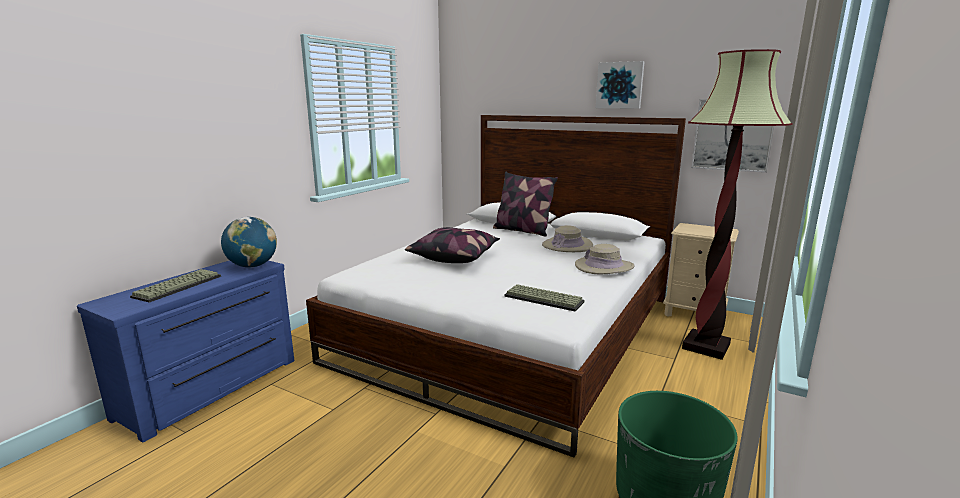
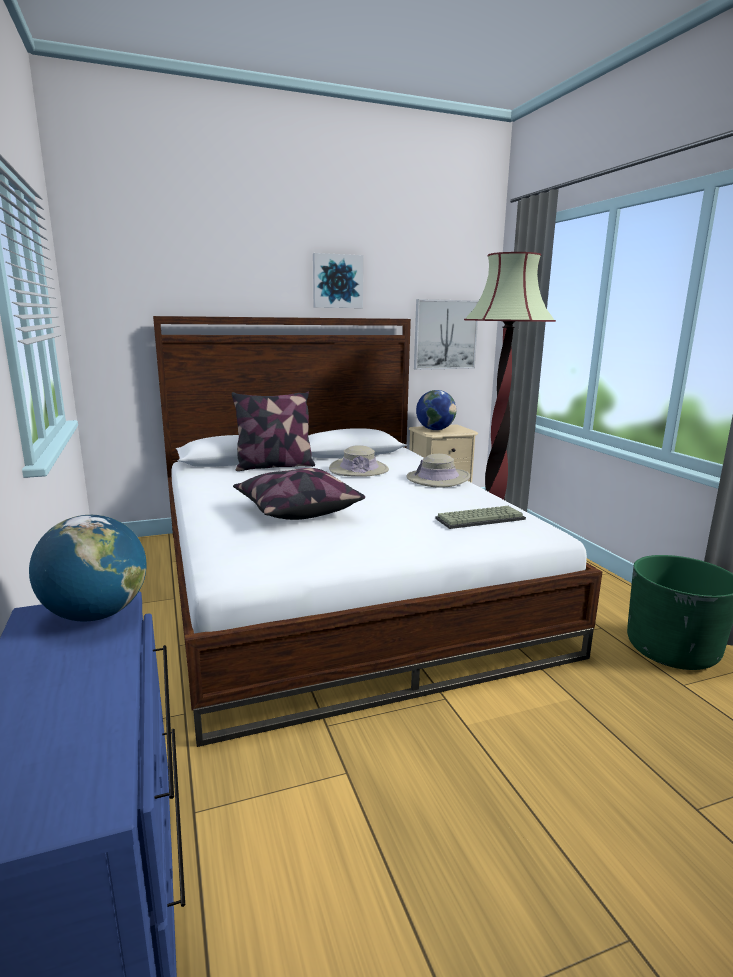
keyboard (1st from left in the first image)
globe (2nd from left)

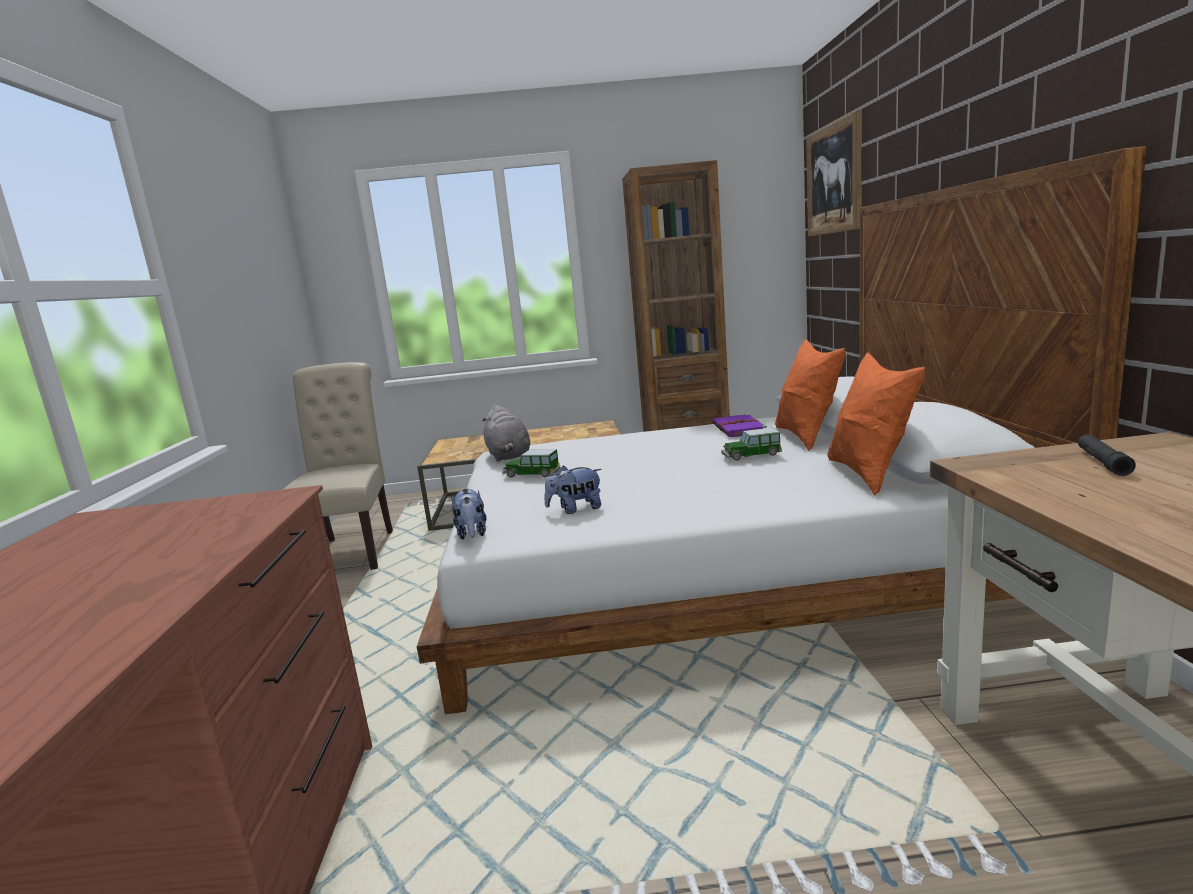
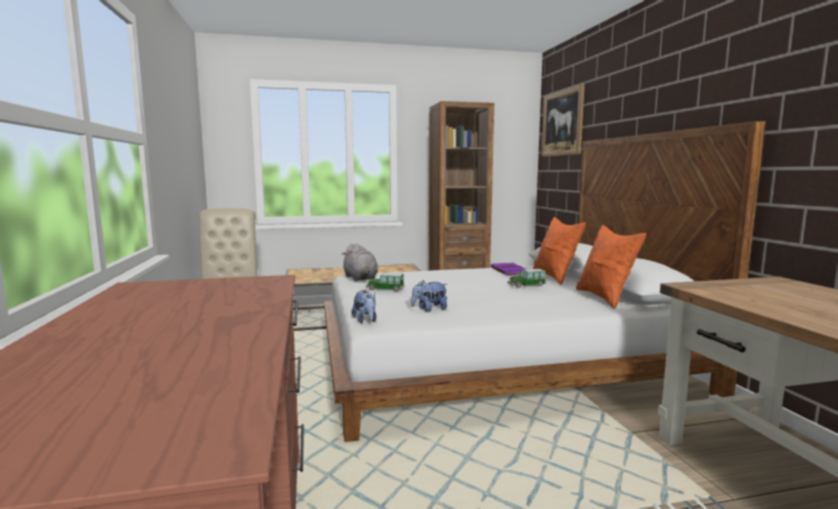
black_flashlight

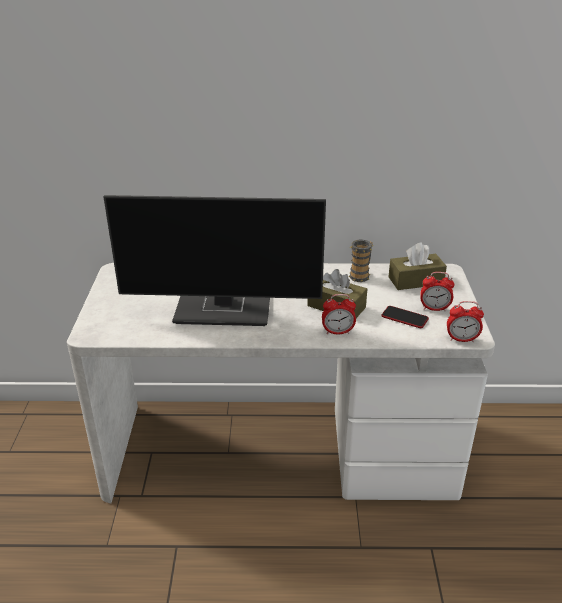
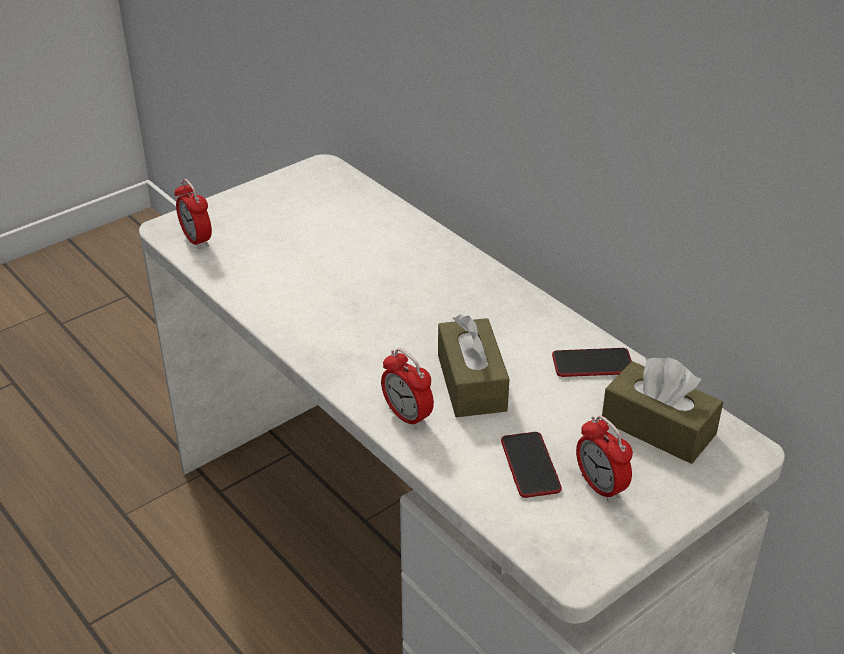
monitor
phone (2nd from left)
alarm_clock (1st from left)

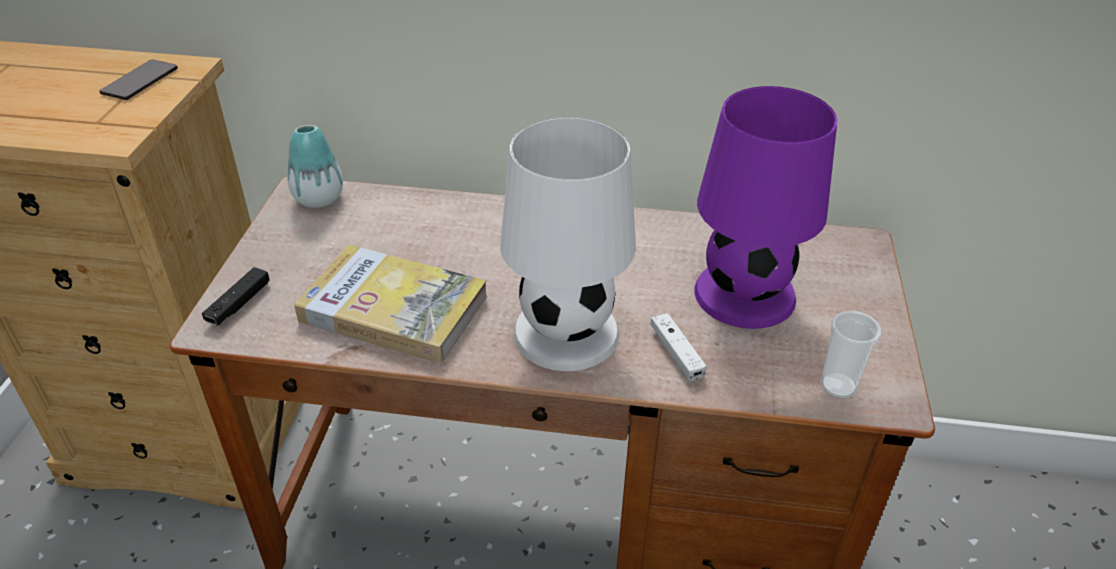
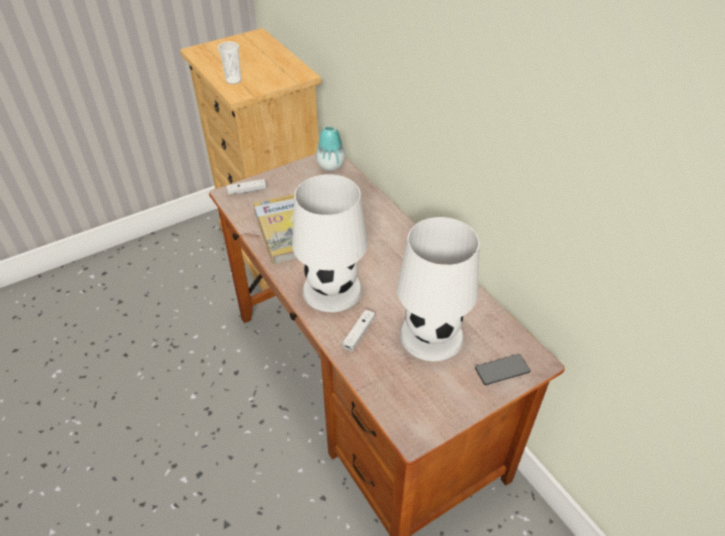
phone
white_table_lamp (2nd from left)
white_game_controller (1st from left)
cup

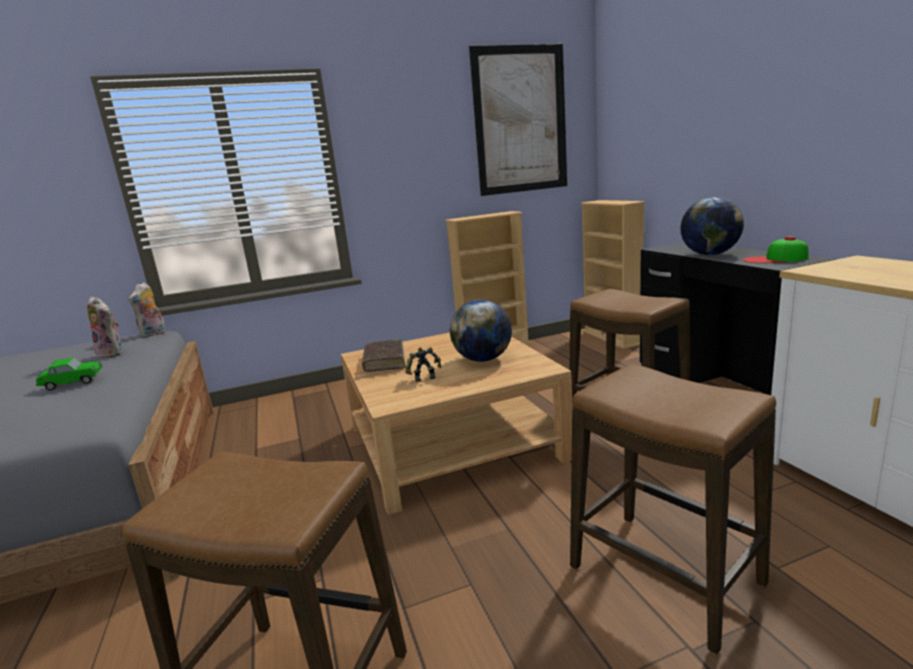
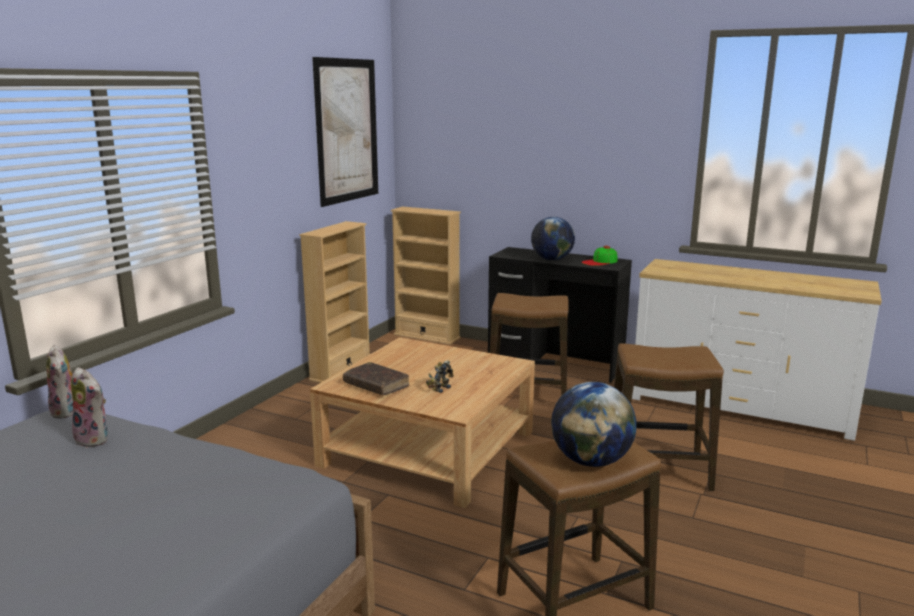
plush_toy (2nd from left)
globe (2nd from left)
toy_car

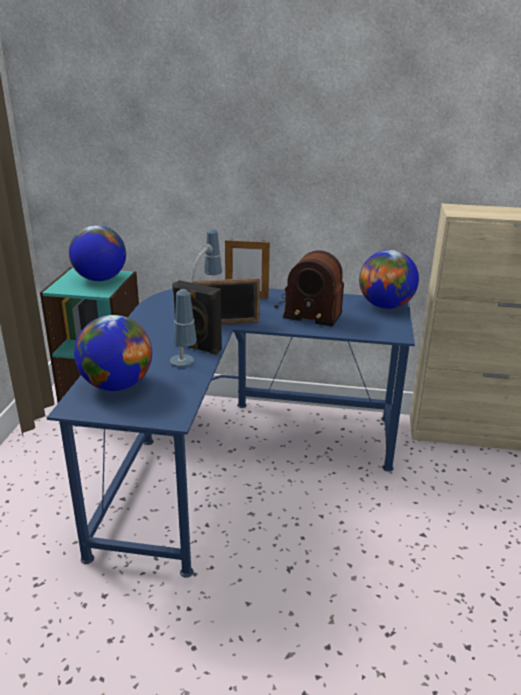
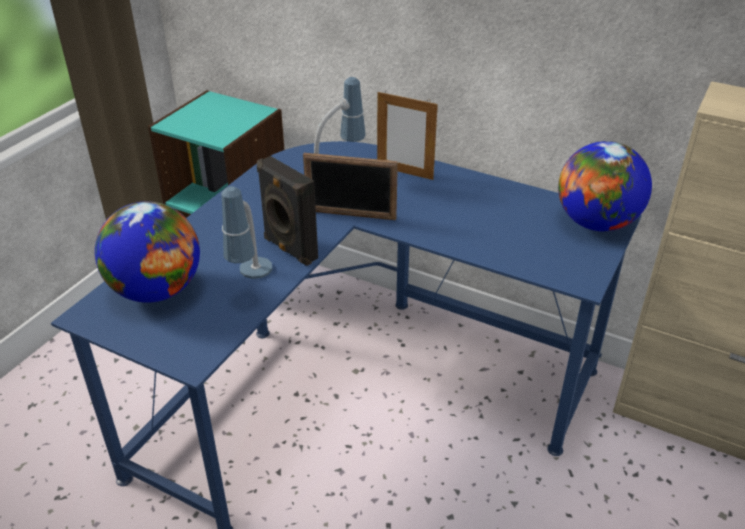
globe (1st from left in the first image)
radio

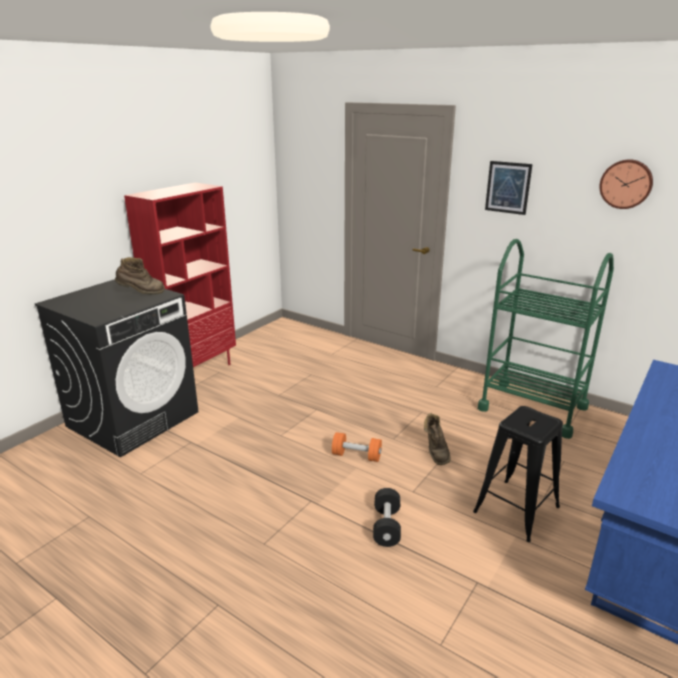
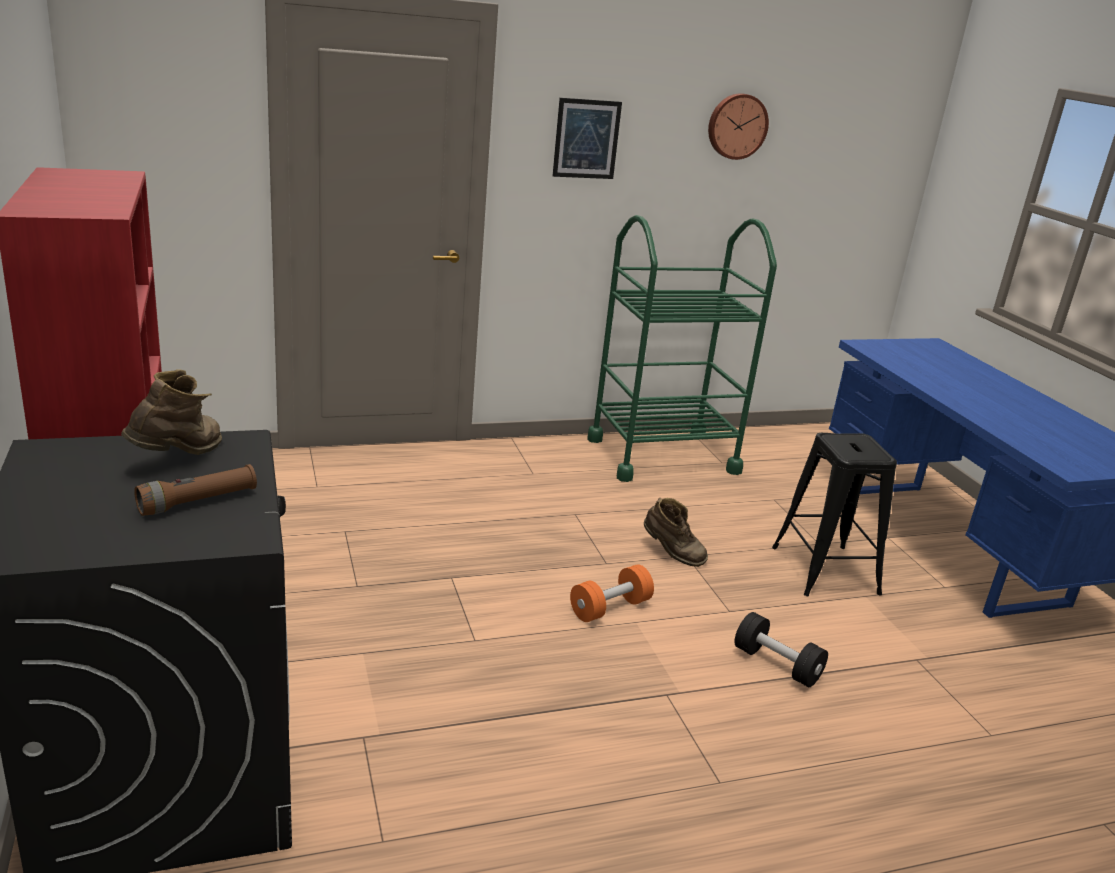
brown_flashlight

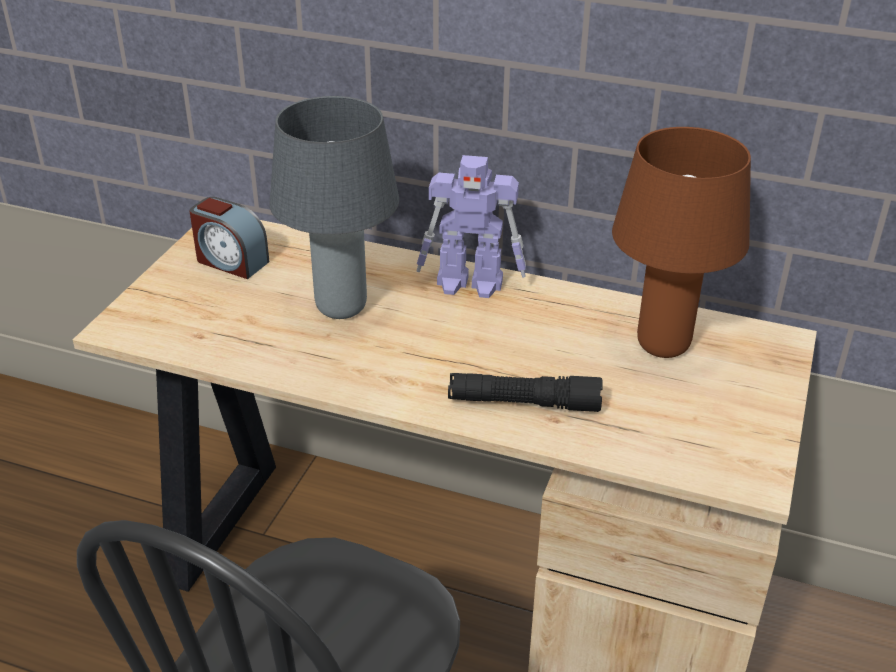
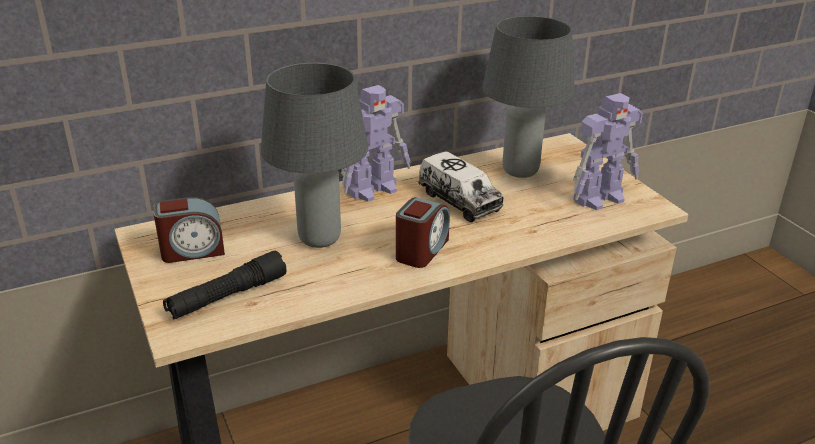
grey_table_lamp (2nd from left)
black_flashlight
toy_robot (2nd from left)
toy_truck
alarm_clock (2nd from left)

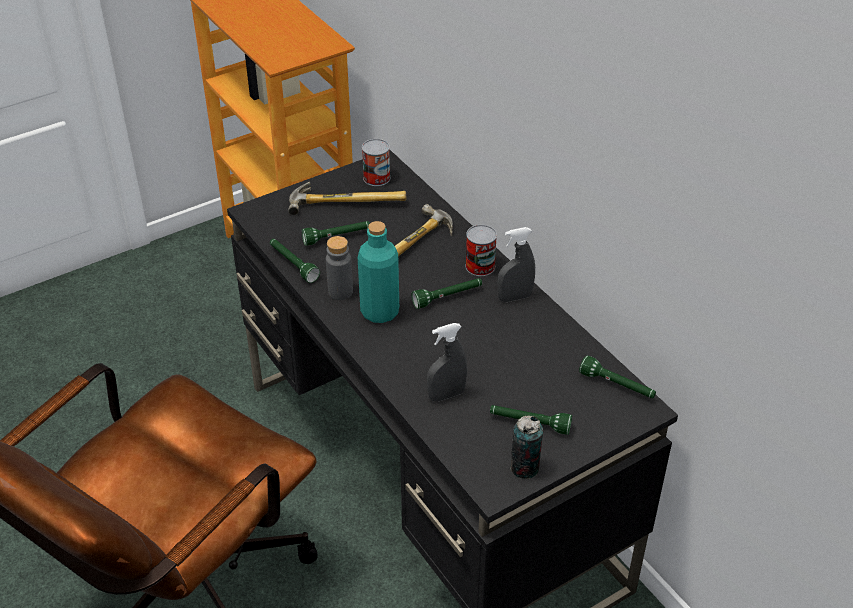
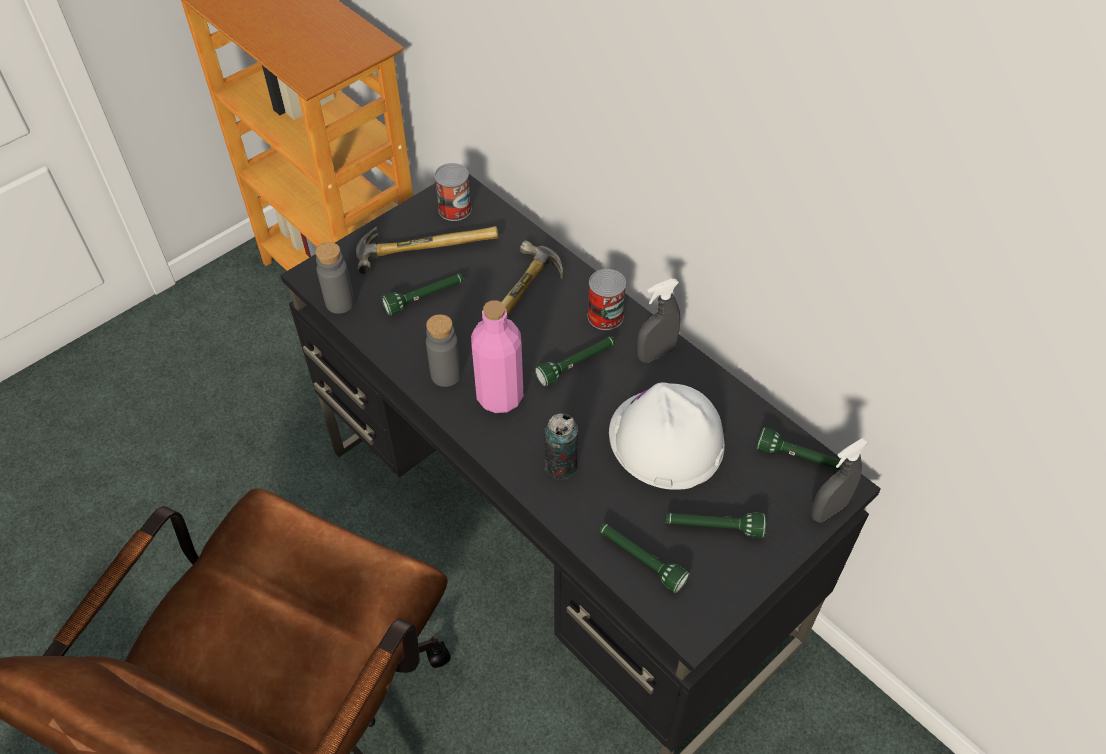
pink_bottle
green_flashlight (3rd from left)
grey_spray_bottle (2nd from left)
can (2nd from left)
grey_bottle (1st from left)
white_hard_hat

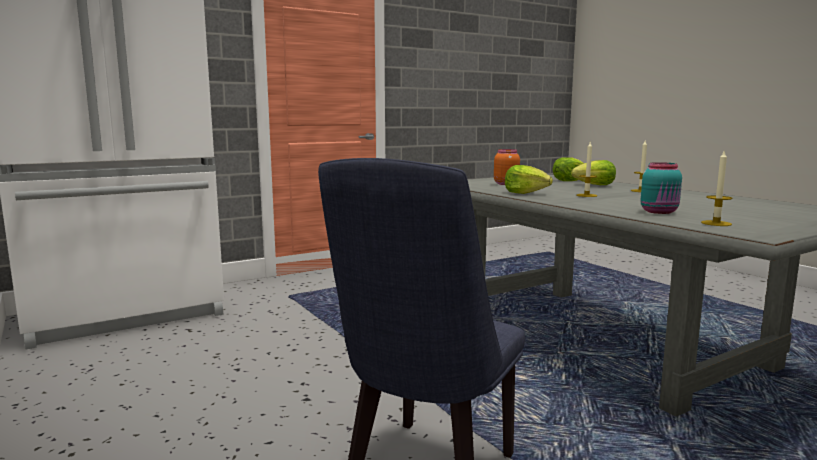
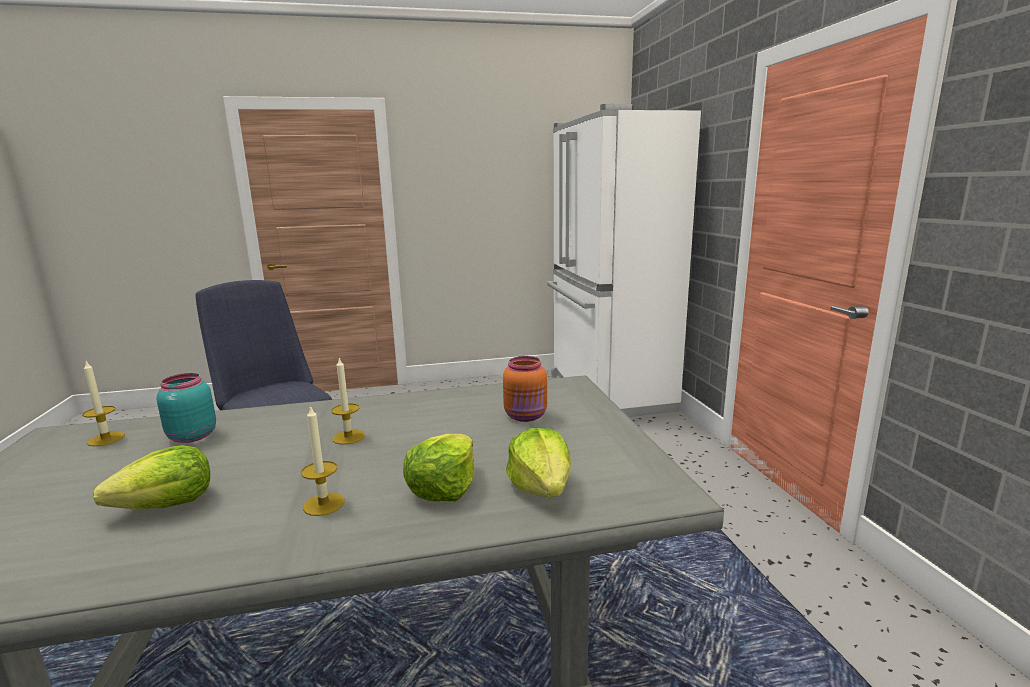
lettuce (1st from left)

